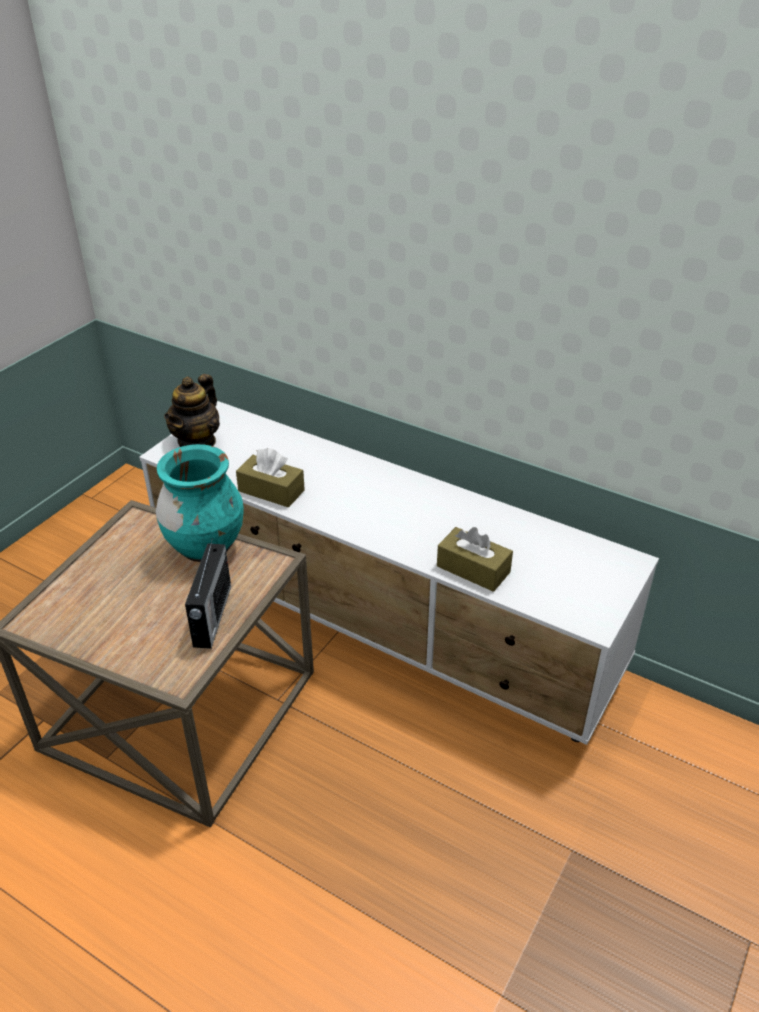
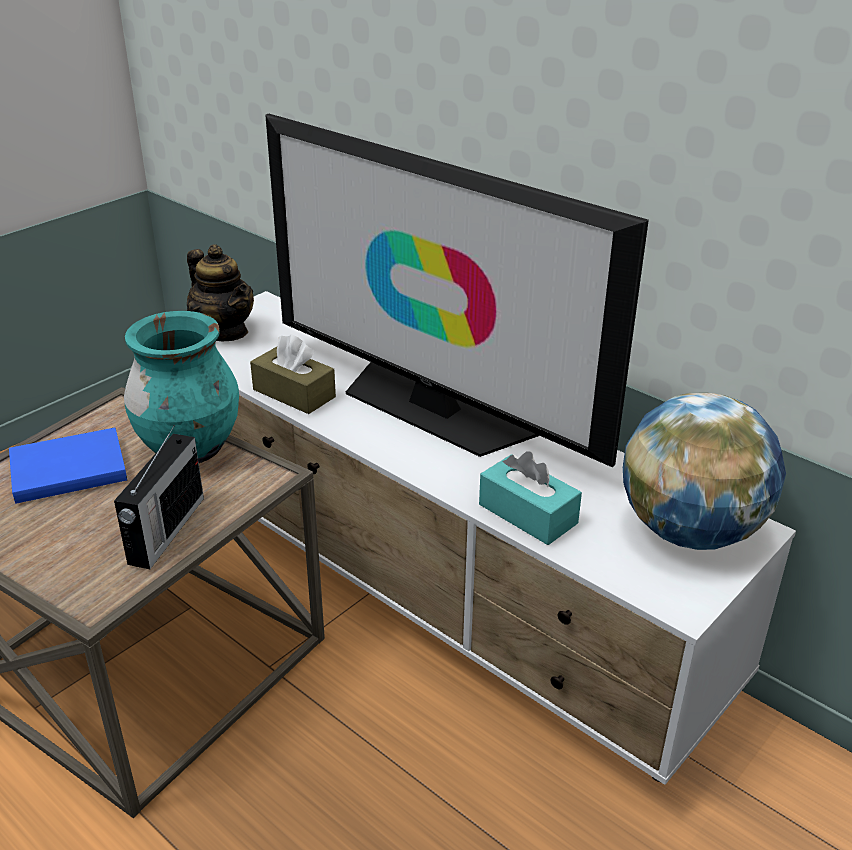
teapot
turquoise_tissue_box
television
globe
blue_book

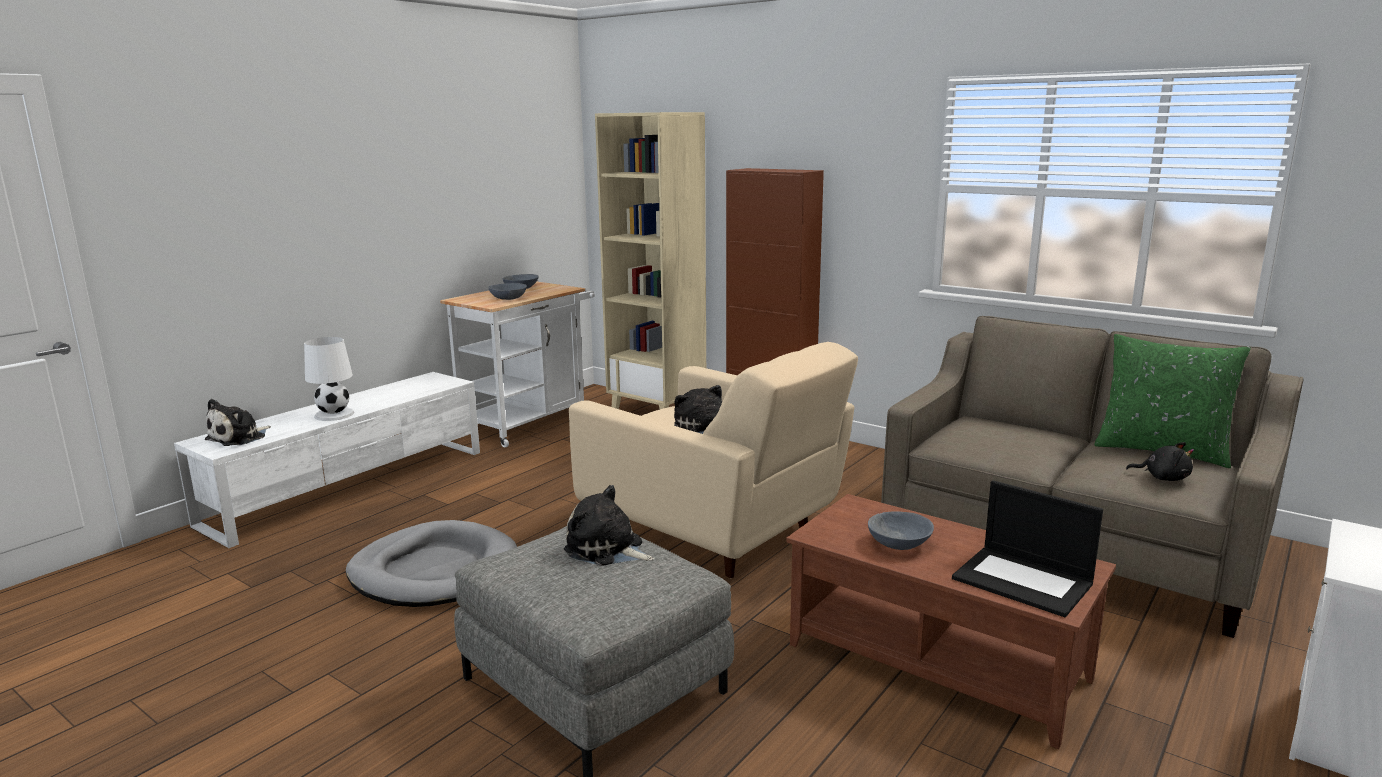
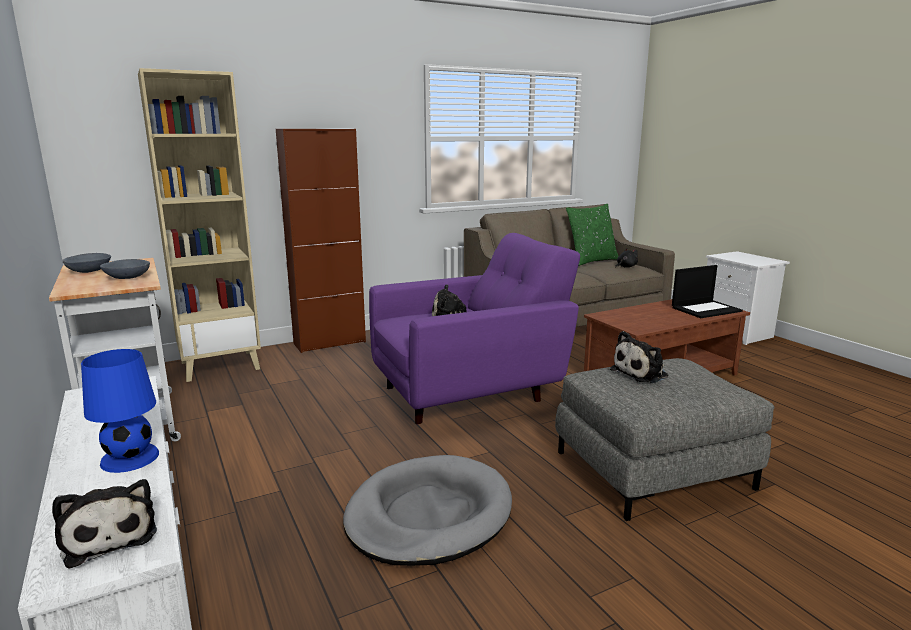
blue_table_lamp
purple_armchair
grey_bowl (3rd from left in the first image)

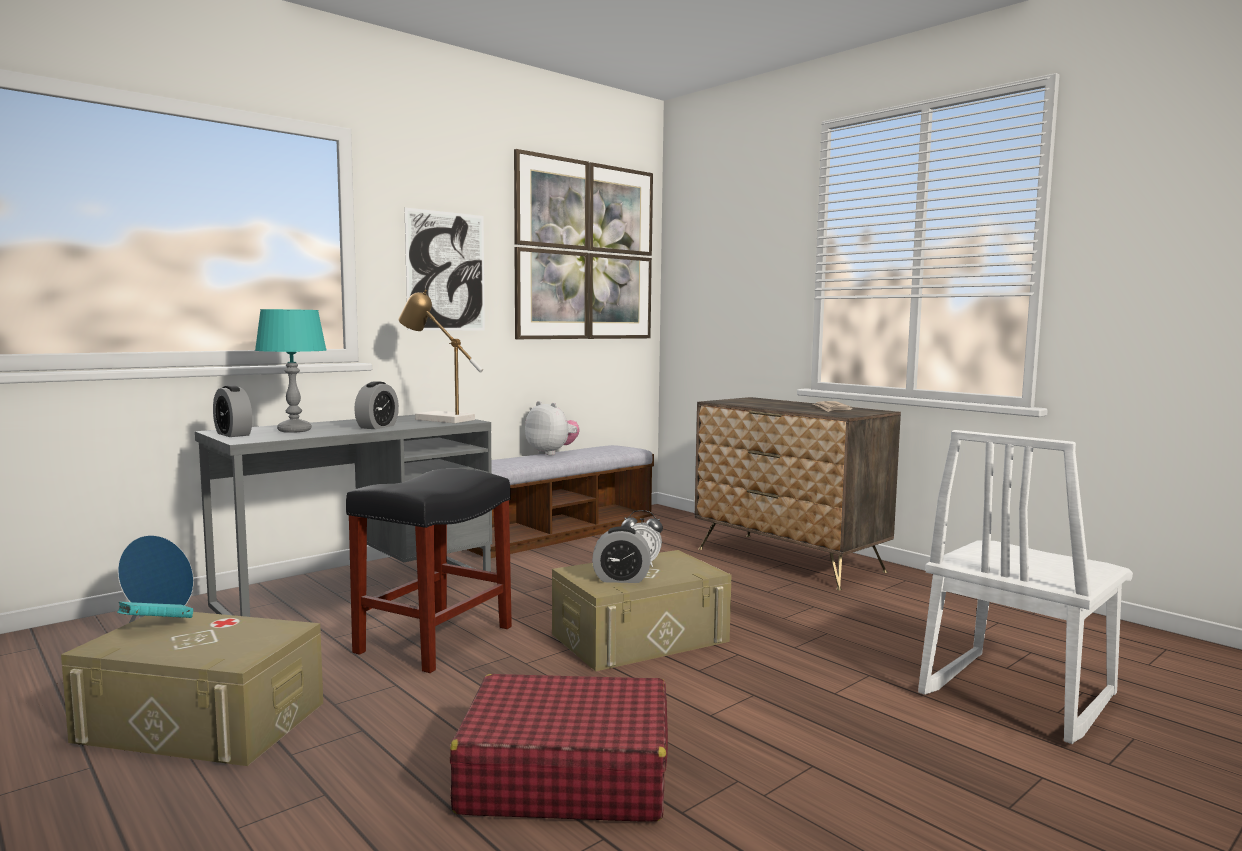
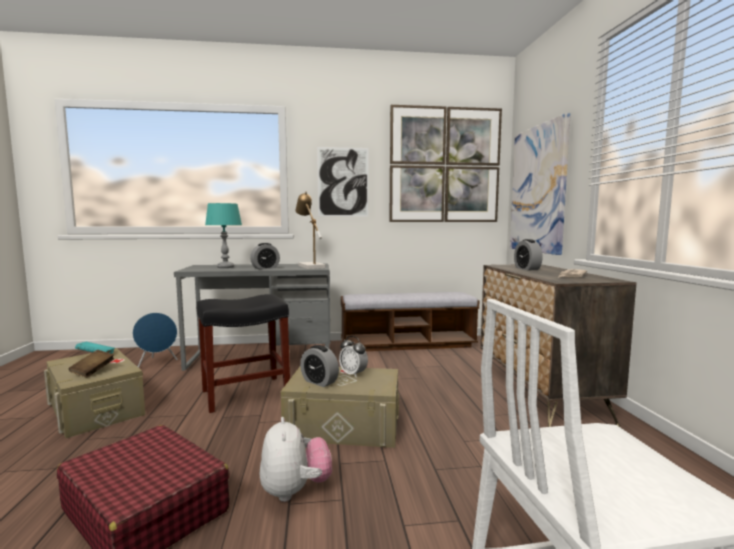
alarm_clock (4th from left)
plush_toy
picture (3rd from left)
brown_book

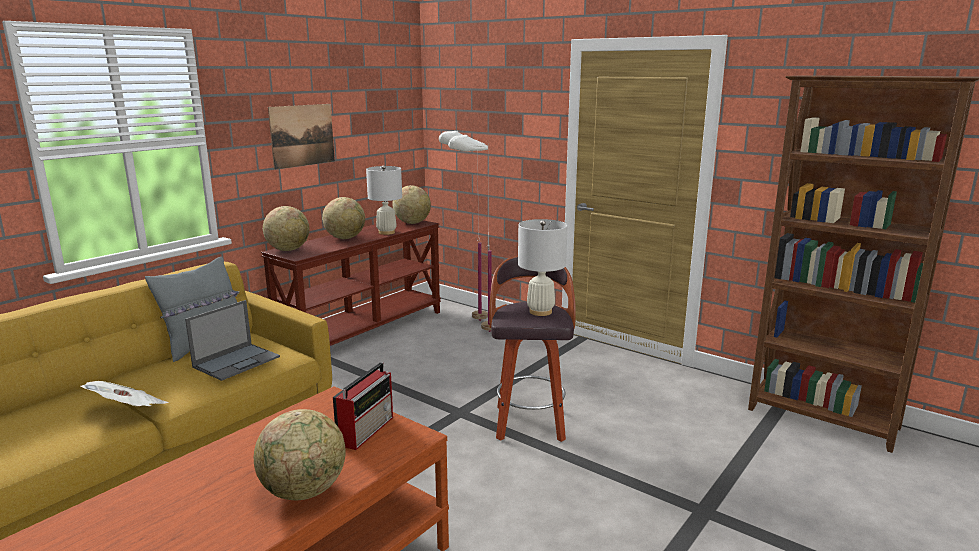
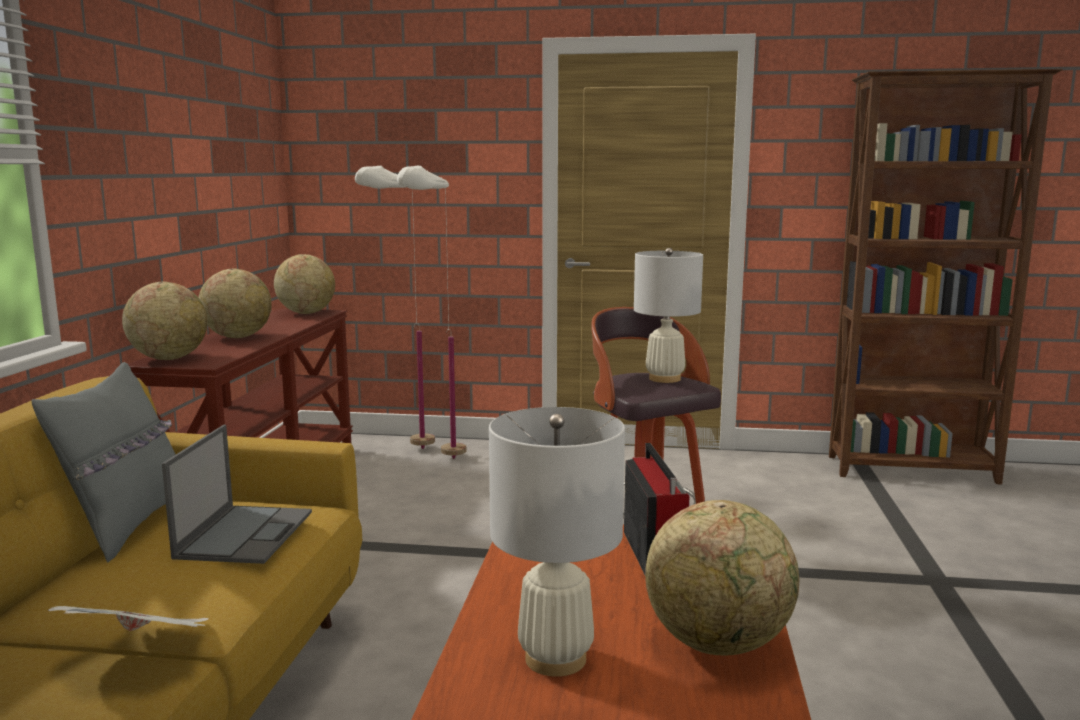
picture
white_table_lamp (1st from left)

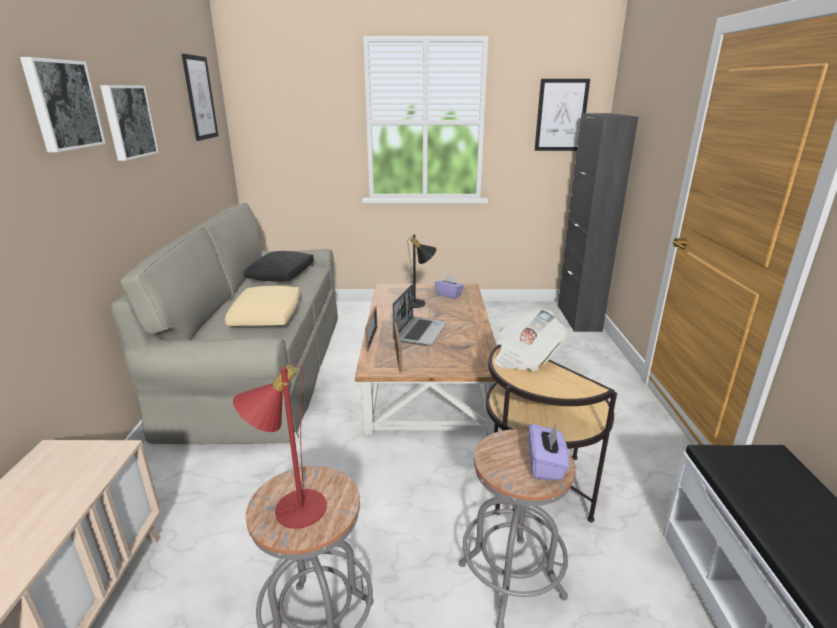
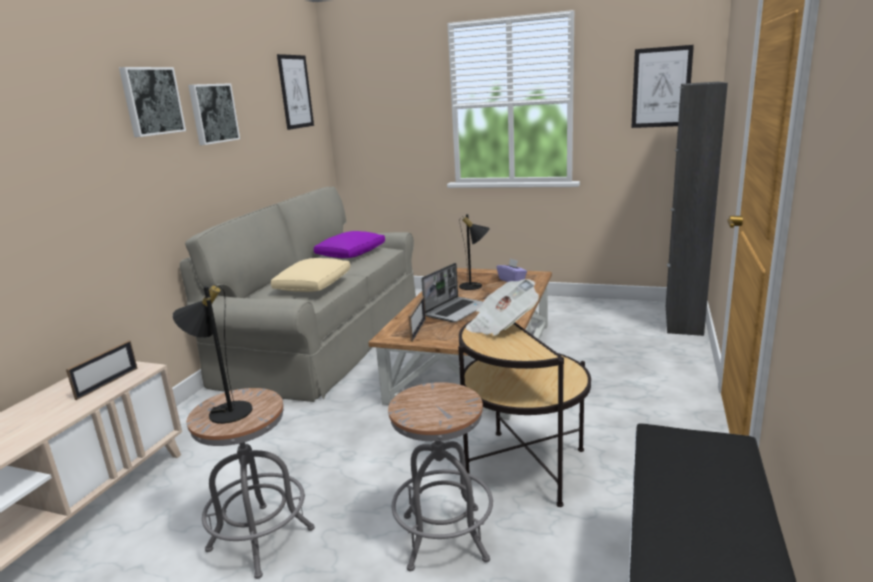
purple_pillow
picture_frame (1st from left)
black_table_lamp (1st from left)
purple_tissue_box (2nd from left in the first image)

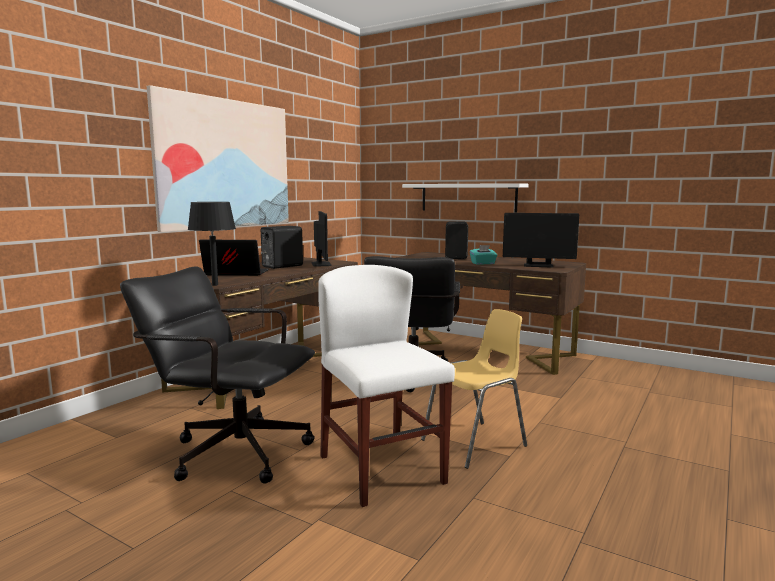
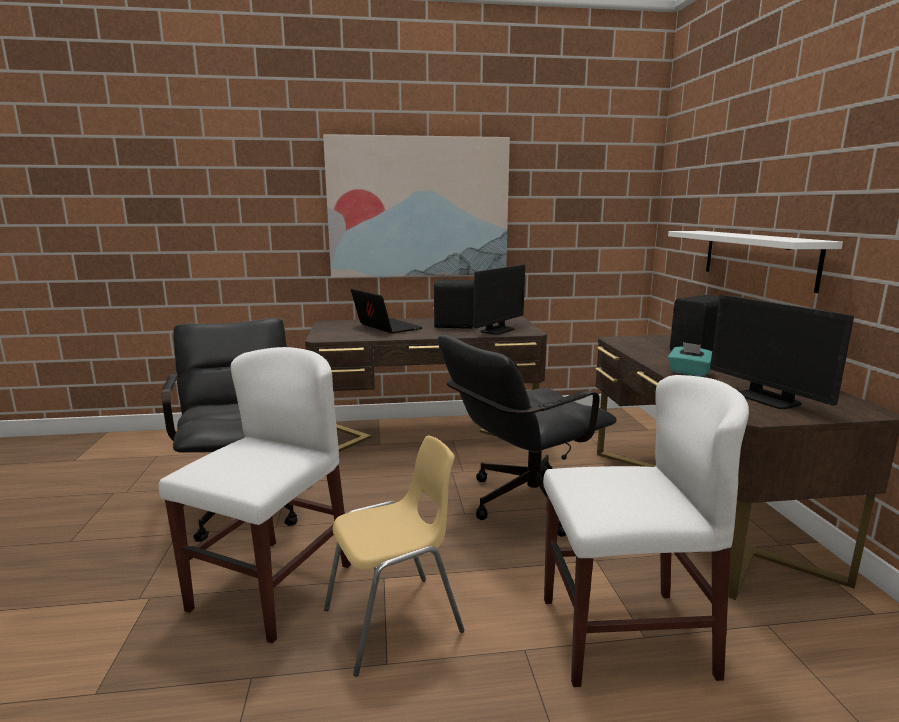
black_table_lamp
yellow_chair
white_chair (2nd from left)

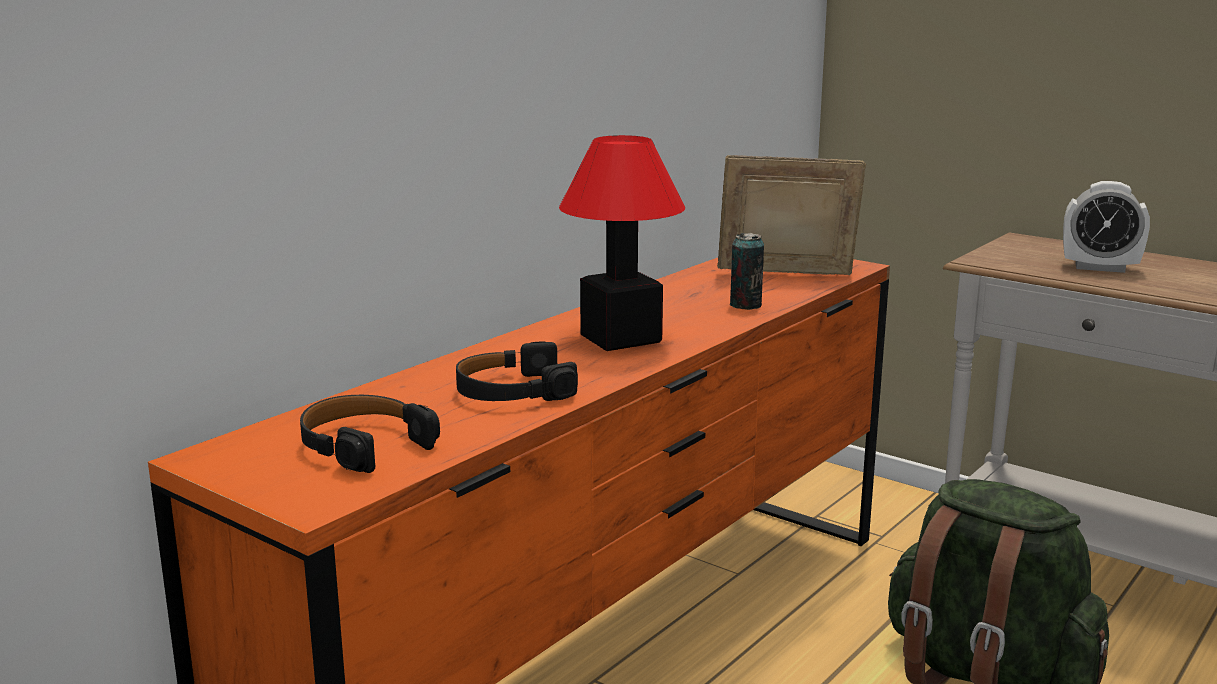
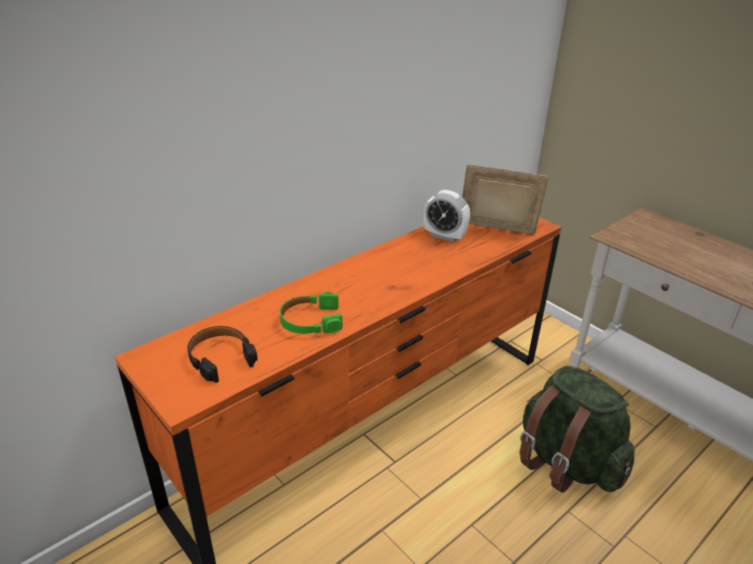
table_lamp
alarm_clock
can
green_headphones

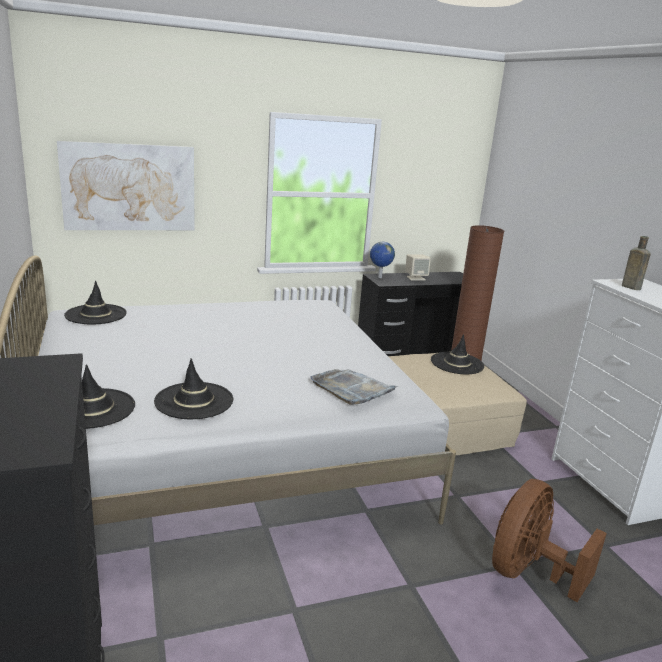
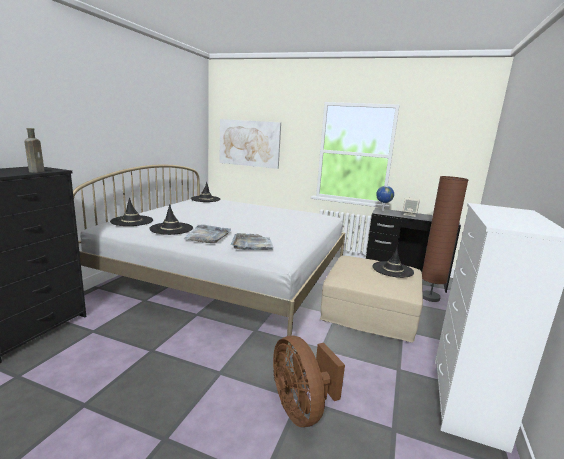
brown_bottle
brown_fan
grey_tray (1st from left)

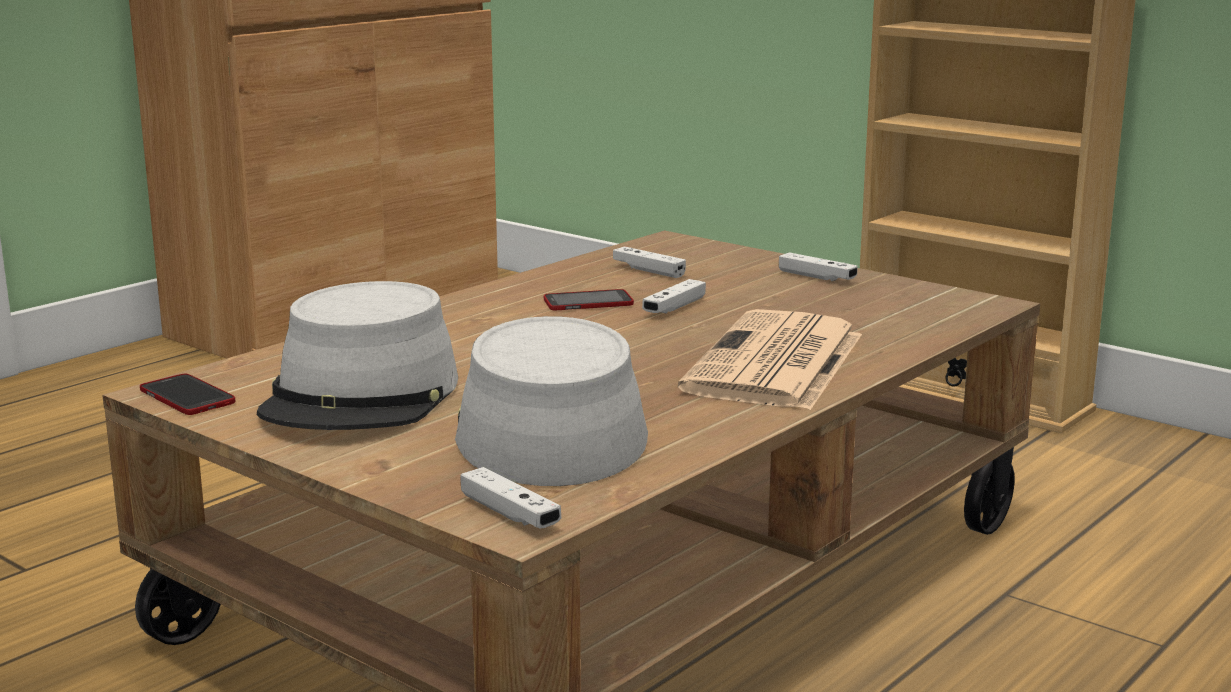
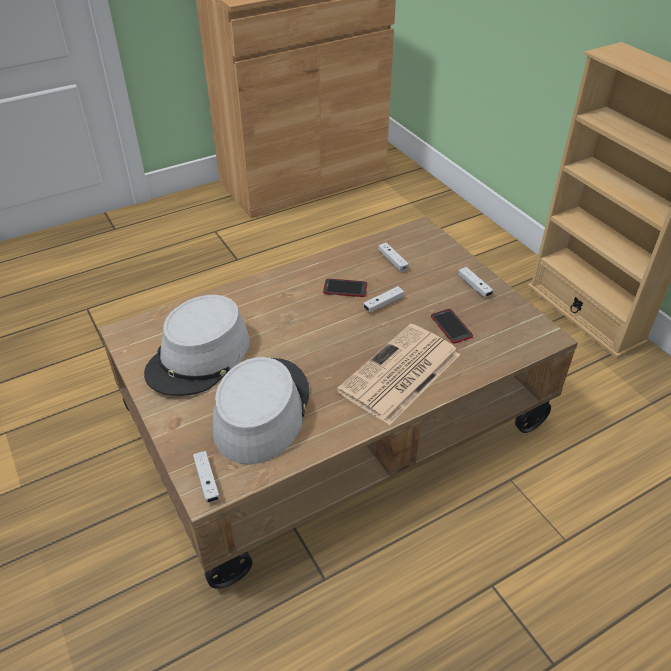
phone (2nd from left)

